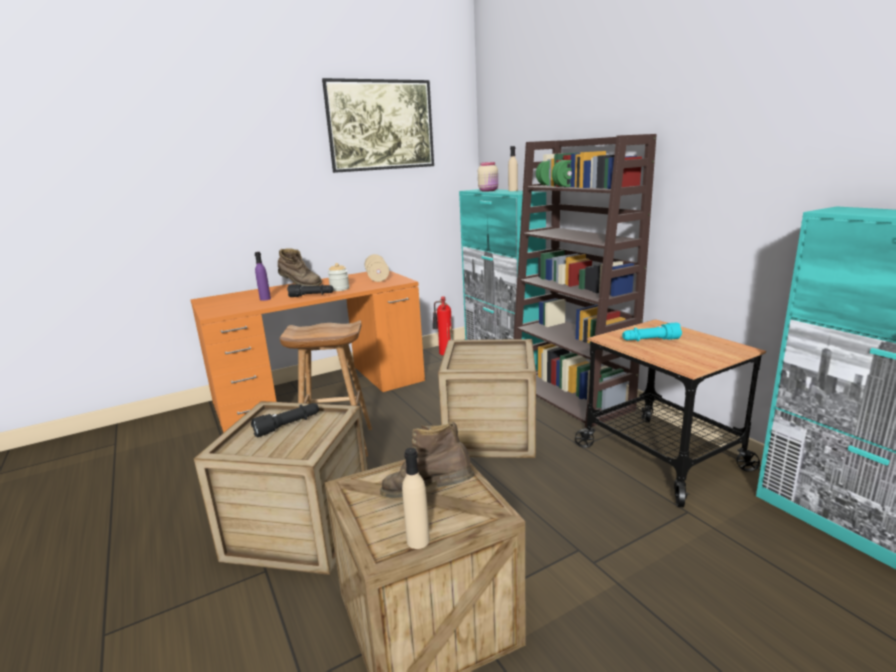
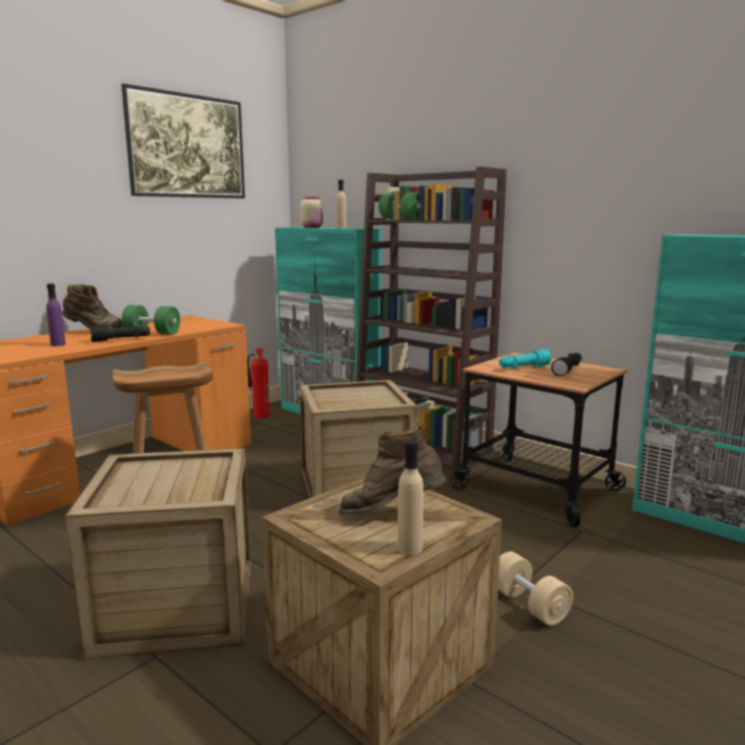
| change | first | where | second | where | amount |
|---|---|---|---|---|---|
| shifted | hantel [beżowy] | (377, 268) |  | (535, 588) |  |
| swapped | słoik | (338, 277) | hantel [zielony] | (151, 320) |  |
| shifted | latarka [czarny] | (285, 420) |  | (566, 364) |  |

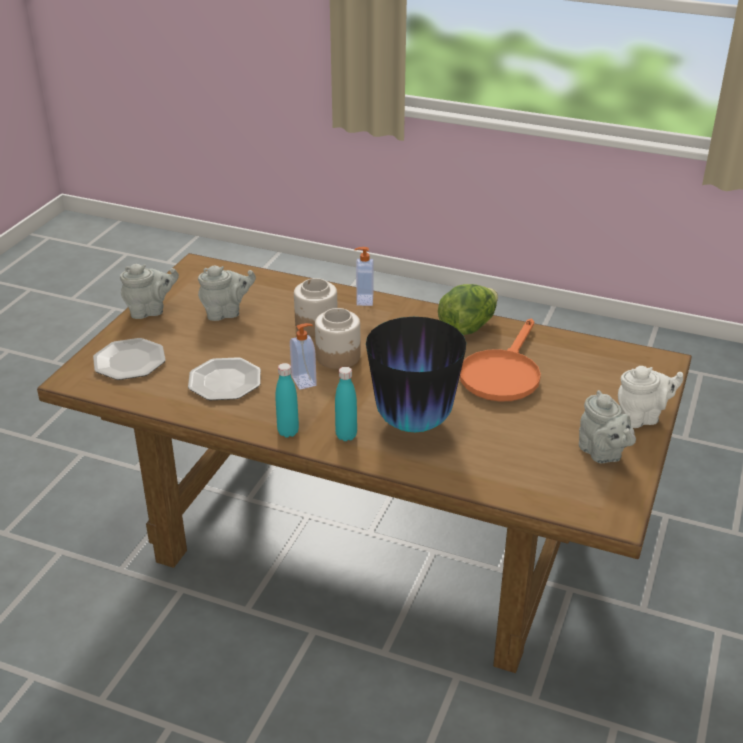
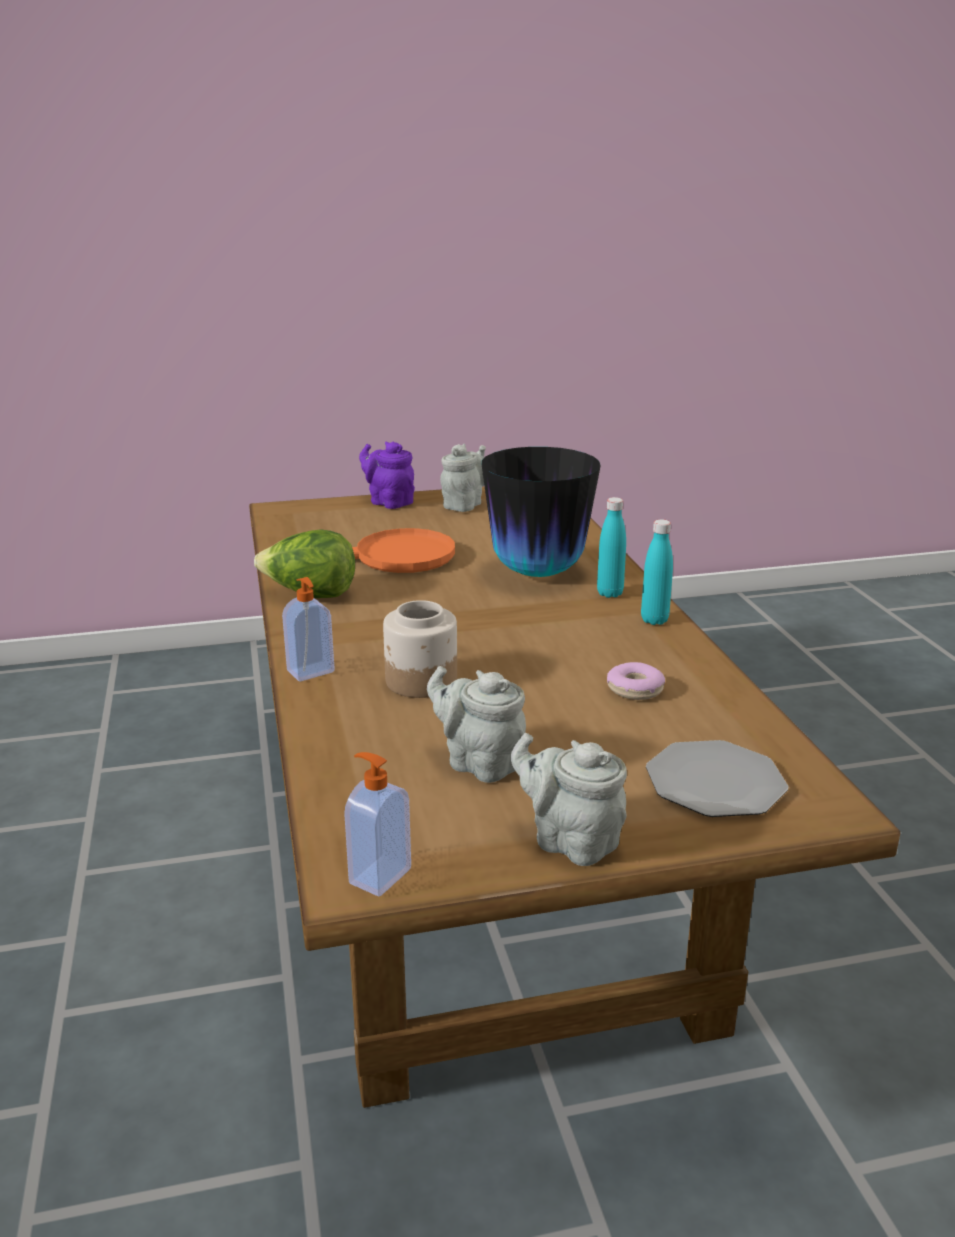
| change | first | where | second | where | amount |
|---|---|---|---|---|---|
| gone | słoik | (338, 338) |  |  |  |
| shifted | dozownik mydła | (303, 356) |  | (377, 824) |  |
| swapped | talerz | (224, 378) | donut | (636, 681) |  |
| repainted | imbryk [biały] | (650, 397) | imbryk [fioletowy] | (387, 475) |  |

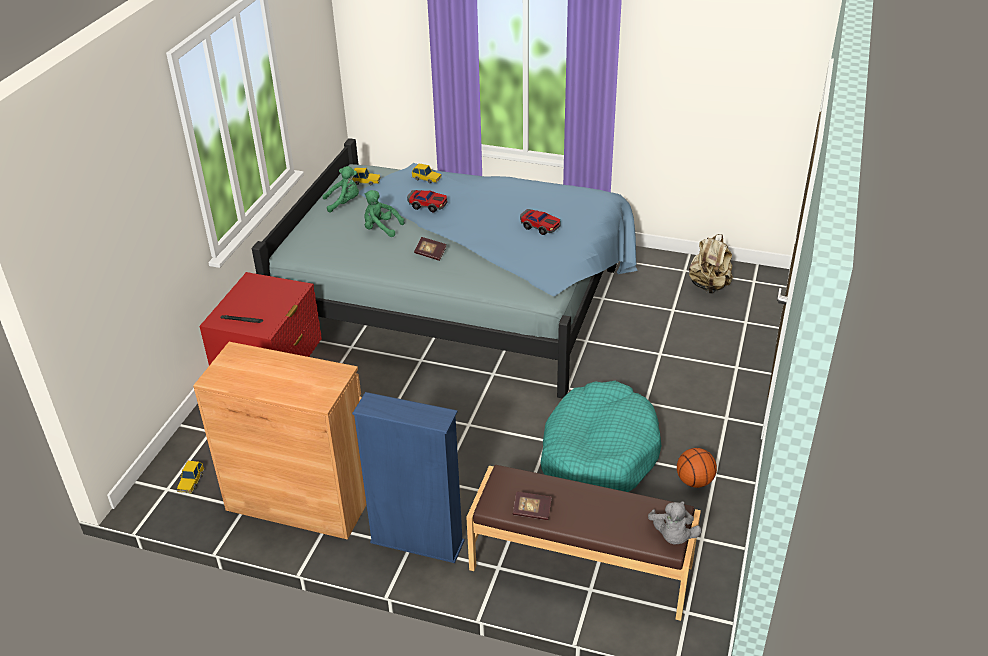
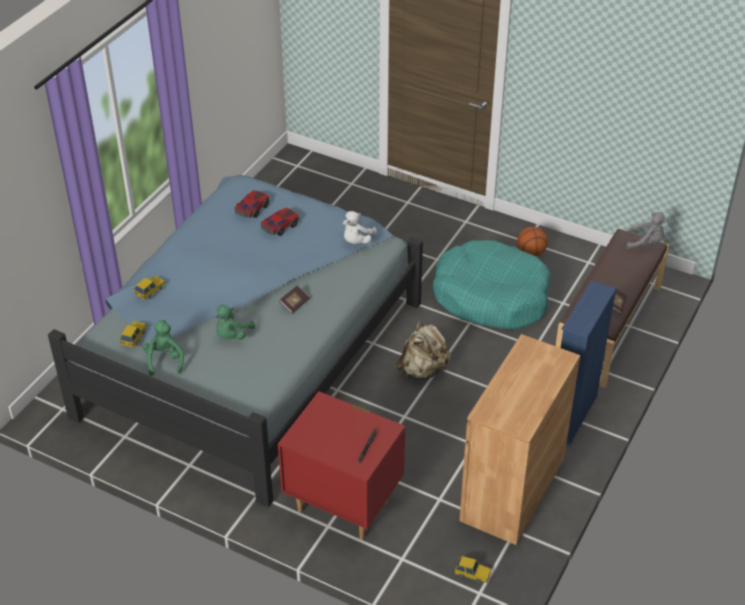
| change | first | where | second | where | amount |
|---|---|---|---|---|---|
| shifted | samochodzik | (427, 201) |  | (252, 204) |  |
| shifted | plecak [beżowy] | (711, 264) |  | (423, 350) |  |
| new |  |  | pluszak [biały] | (360, 227) |  |

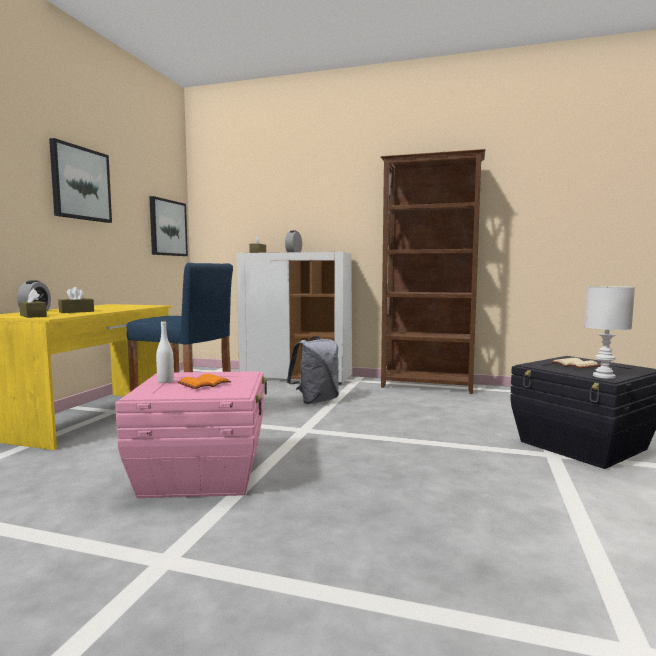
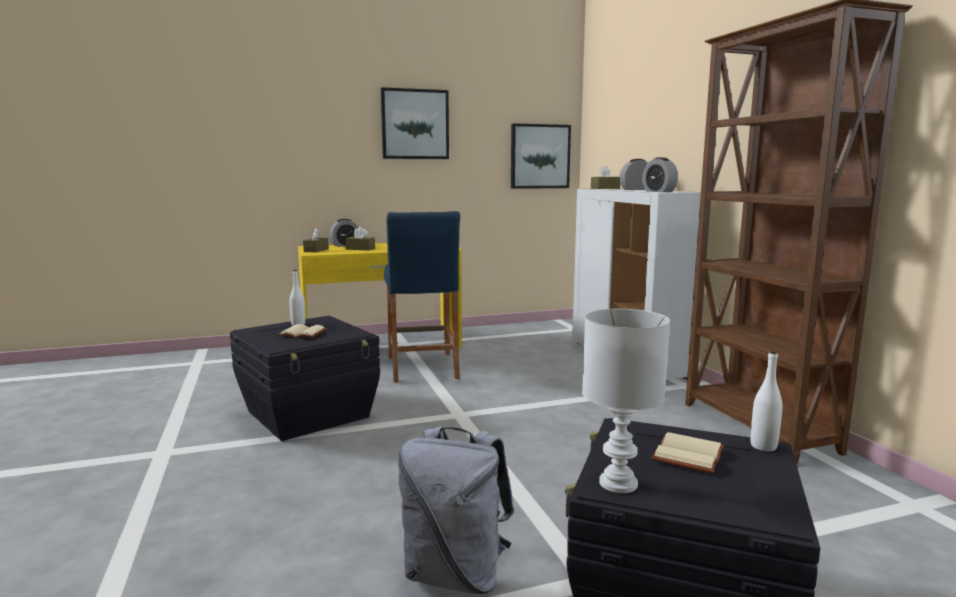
| change | first | where | second | where | amount |
|---|---|---|---|---|---|
| shifted | plecak [szary] | (313, 370) |  | (456, 510) |  |
| repainted | pojemnik do przechowywania [różowy] | (191, 434) | pojemnik do przechowywania [czarny] | (305, 378) |  |
| repainted | książka [pomarańczowy] | (204, 381) | książka [beżowy] | (302, 331) |  |
| new |  |  | budzik | (660, 174) |  |
| new |  |  | butelka [biały] | (766, 401) |  |

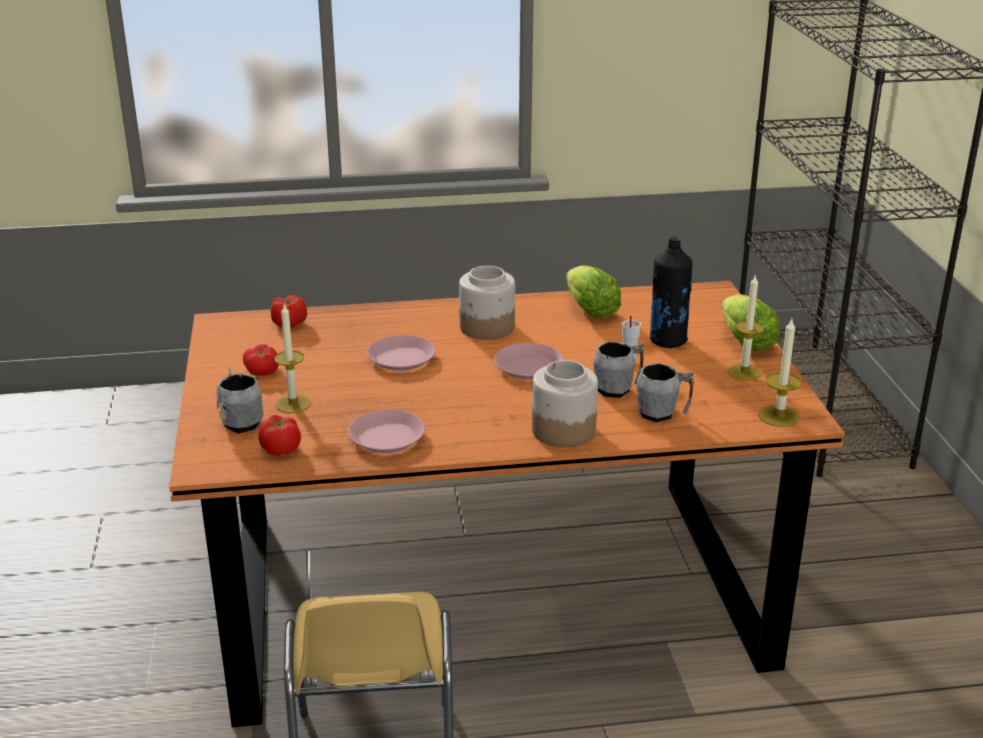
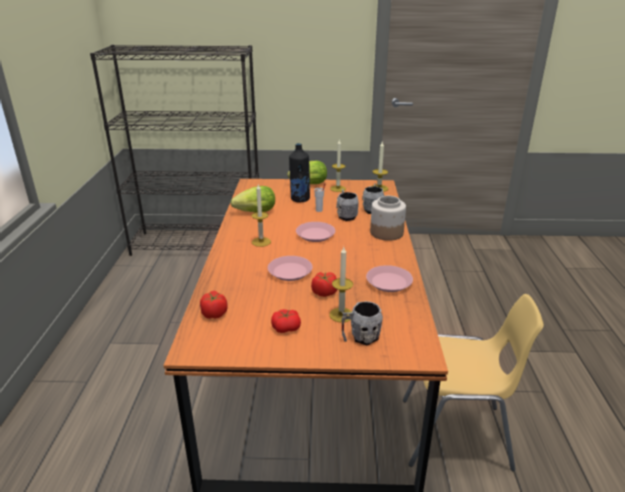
| change | first | where | second | where | amount |
|---|---|---|---|---|---|
| swapped | słoik | (487, 303) | świeca | (261, 215) |  |
| shifted | pomidor | (280, 435) |  | (324, 284) |  |

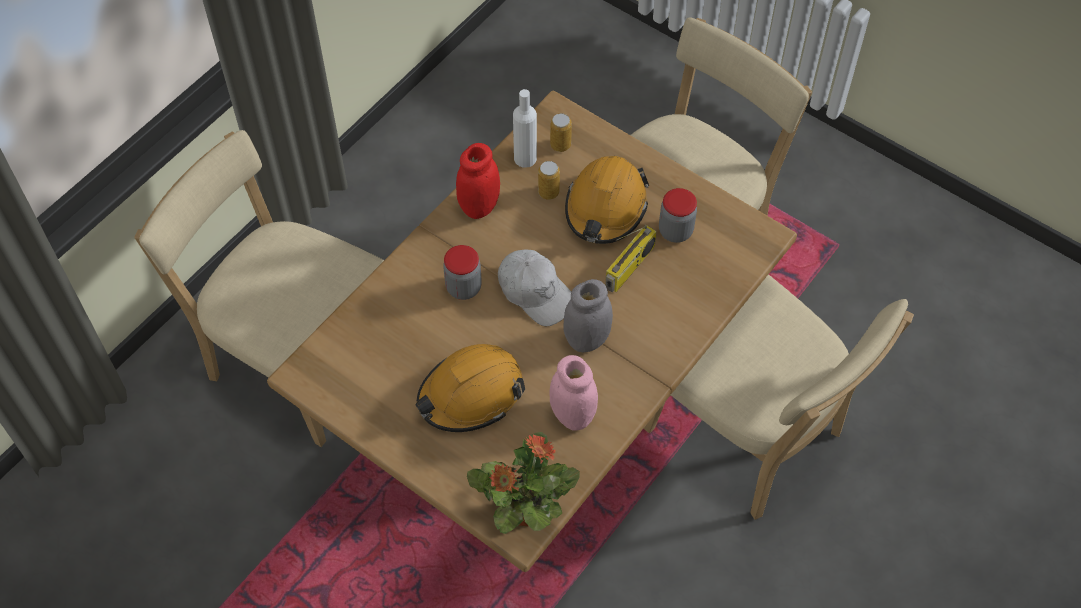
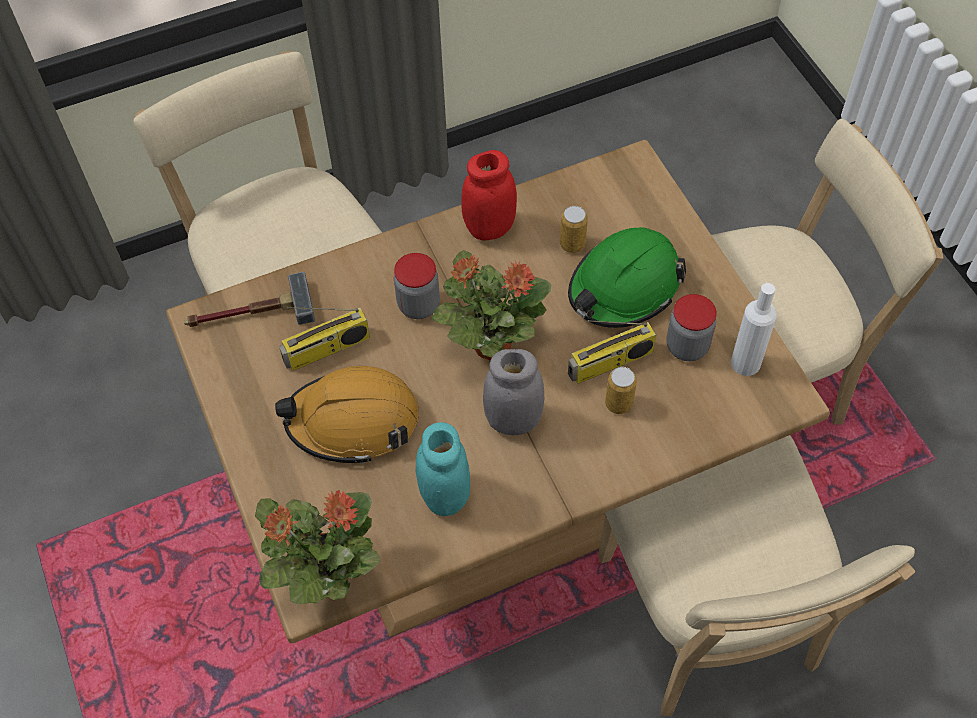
| change | first | where | second | where | amount |
|---|---|---|---|---|---|
| shifted | butelka [biały] | (525, 128) |  | (754, 329) |  |
| shifted | puszka | (561, 132) |  | (621, 390) |  |
| repainted | kask [pomarańczowy] | (607, 200) | kask [zielony] | (627, 277) |  |
| swapped | czapka z daszkiem [biały] | (534, 288) | roślina doniczkowa | (491, 305) |  |
| repainted | słoik [różowy] | (574, 392) | słoik [turkusowy] | (443, 469) |  |
| new |  |  | młotek | (249, 299) |  |
| new |  |  | radio | (324, 339) |  |

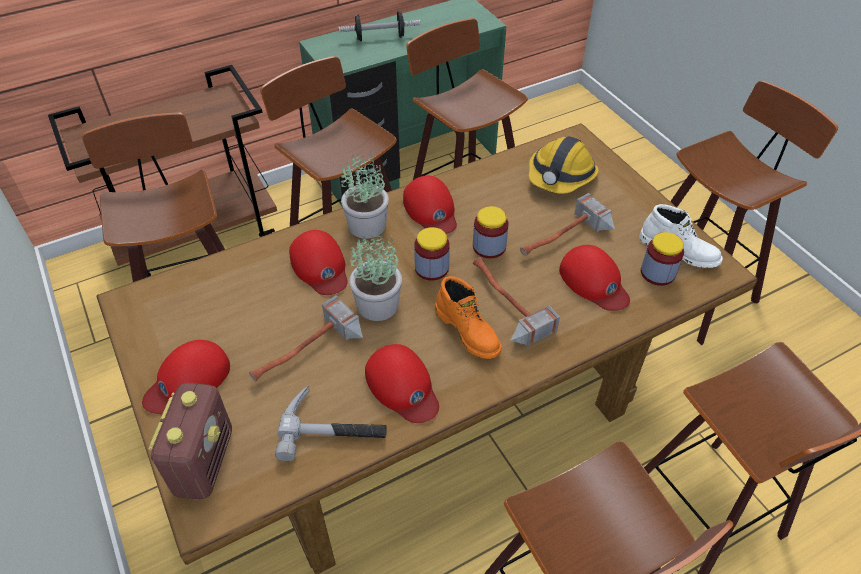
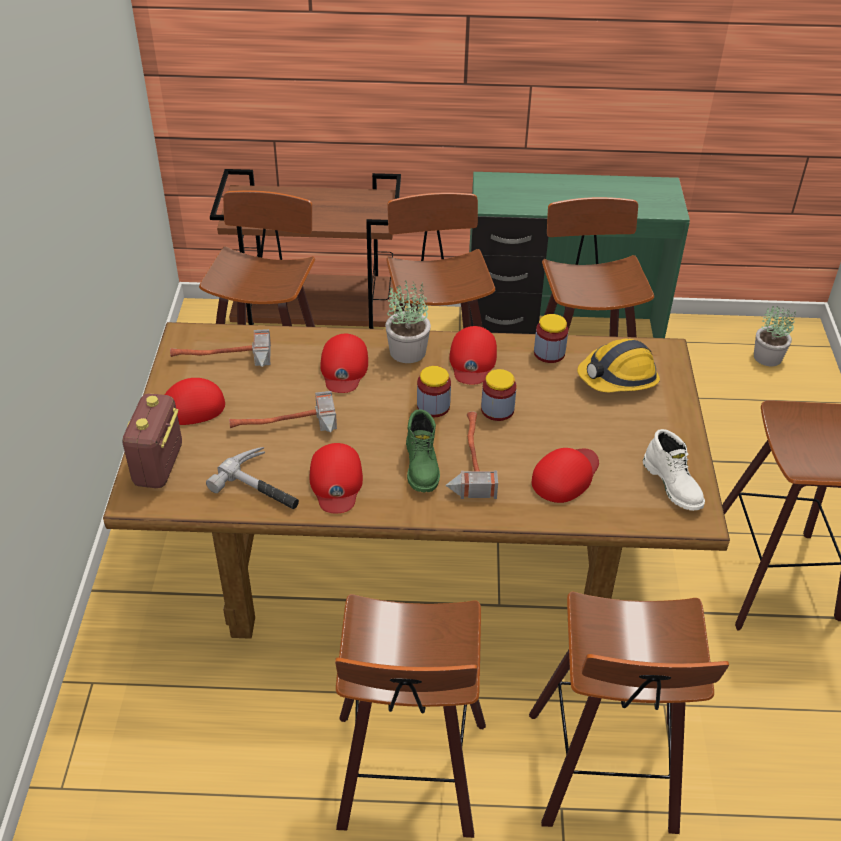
| change | first | where | second | where | amount |
|---|---|---|---|---|---|
| gone | hantel | (379, 26) |  |  |  |
| shifted | młotek | (567, 224) |  | (220, 348) |  |
| shifted | słoik | (662, 259) |  | (551, 338) |  |
| shifted | roślina doniczkowa | (375, 277) |  | (775, 336) |  |
| rotated | czapka z daszkiem [czerwony] | (594, 278) |  | (565, 475) | 135 degrees counterclockwise |
| repainted | but z cholewką [pomarańczowy] | (468, 317) | but z cholewką [zielony] | (423, 450) |  |
| rotated | radio | (190, 441) |  | (152, 440) | 150 degrees clockwise |

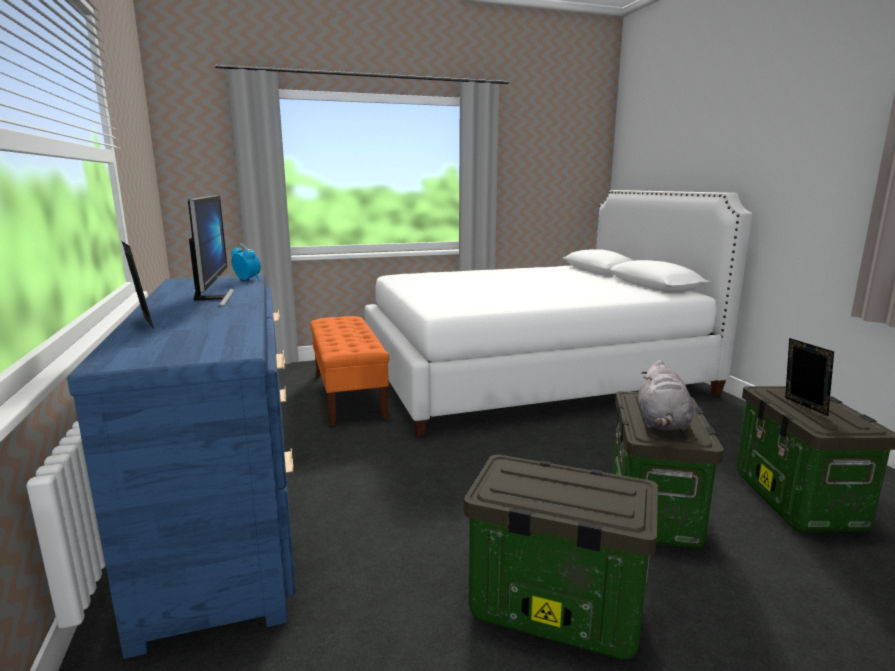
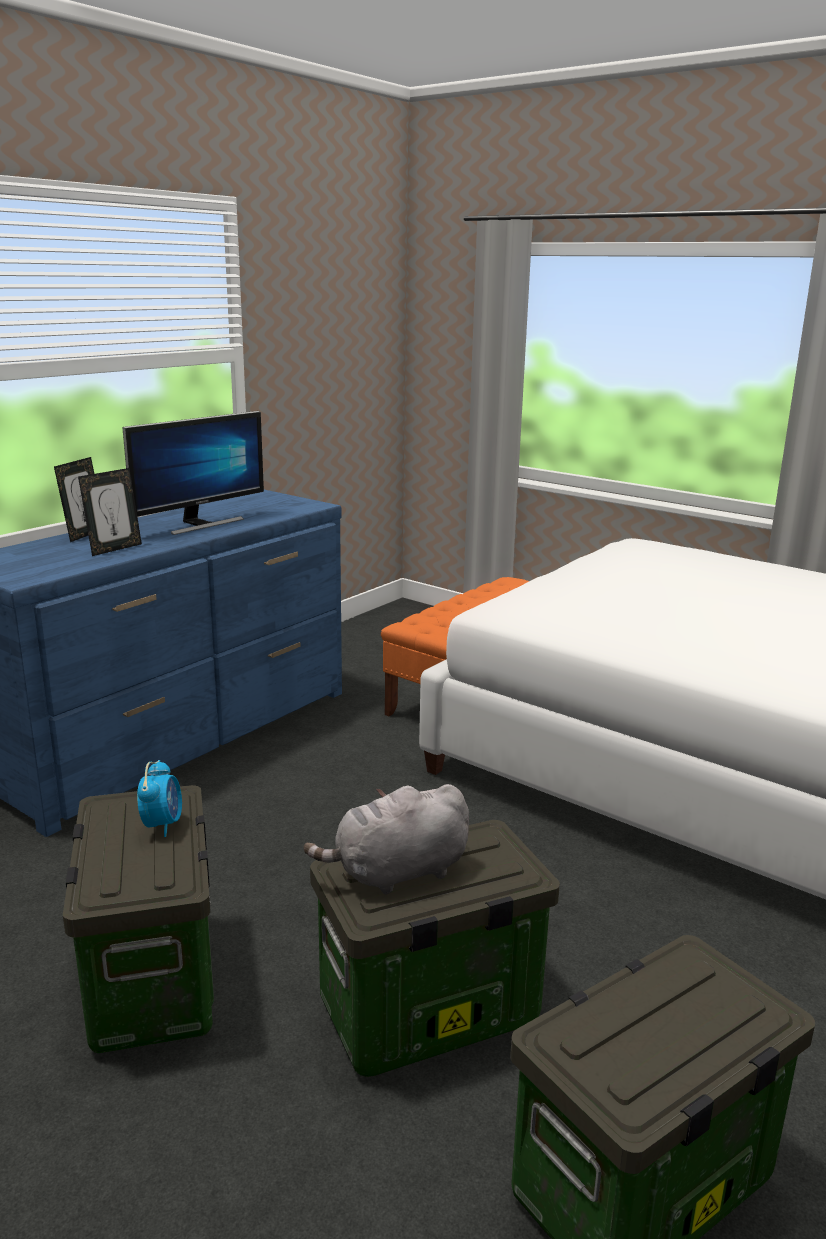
| change | first | where | second | where | amount |
|---|---|---|---|---|---|
| shifted | budzik | (246, 261) |  | (159, 798) |  |
| shifted | ramka na zdjęcie | (809, 377) |  | (110, 512) |  |

